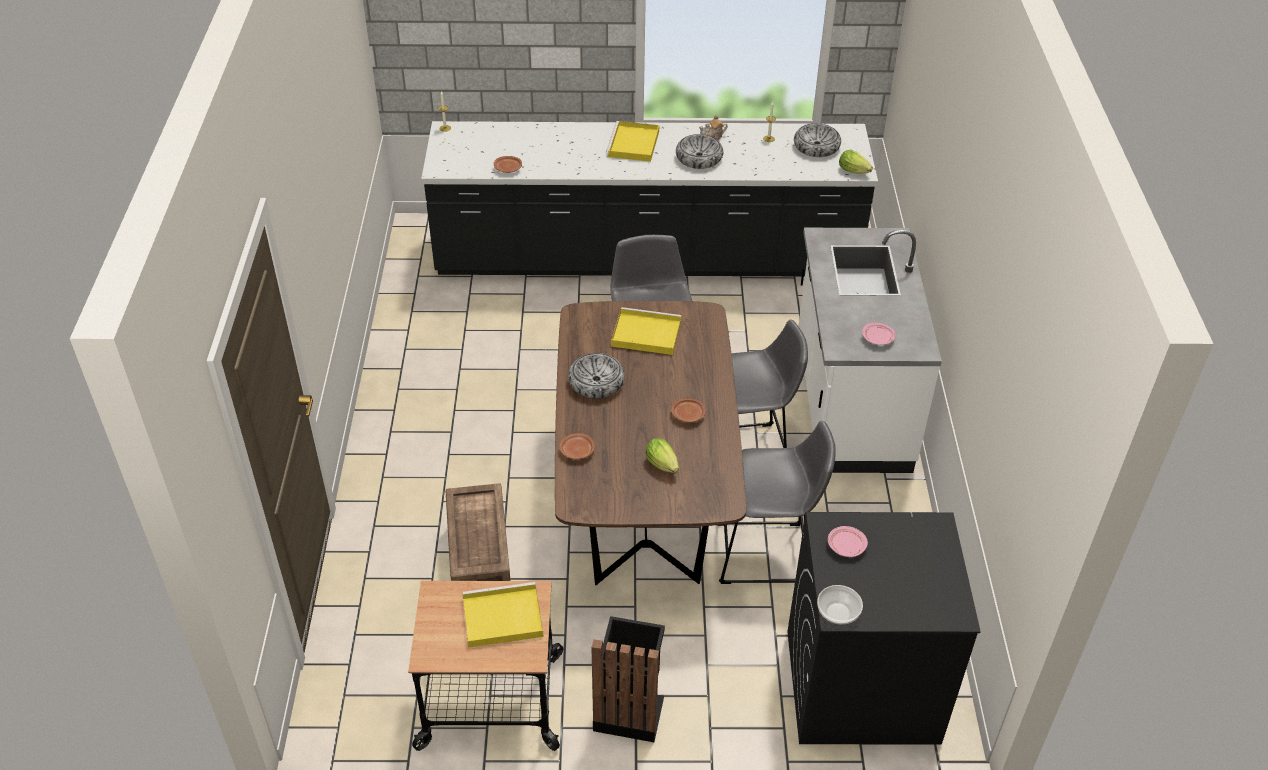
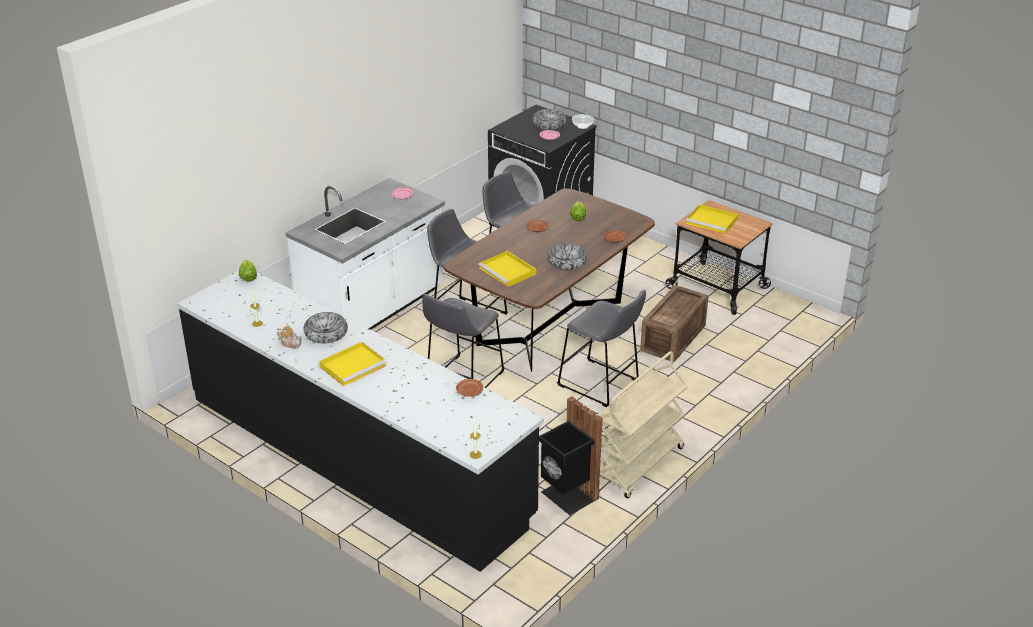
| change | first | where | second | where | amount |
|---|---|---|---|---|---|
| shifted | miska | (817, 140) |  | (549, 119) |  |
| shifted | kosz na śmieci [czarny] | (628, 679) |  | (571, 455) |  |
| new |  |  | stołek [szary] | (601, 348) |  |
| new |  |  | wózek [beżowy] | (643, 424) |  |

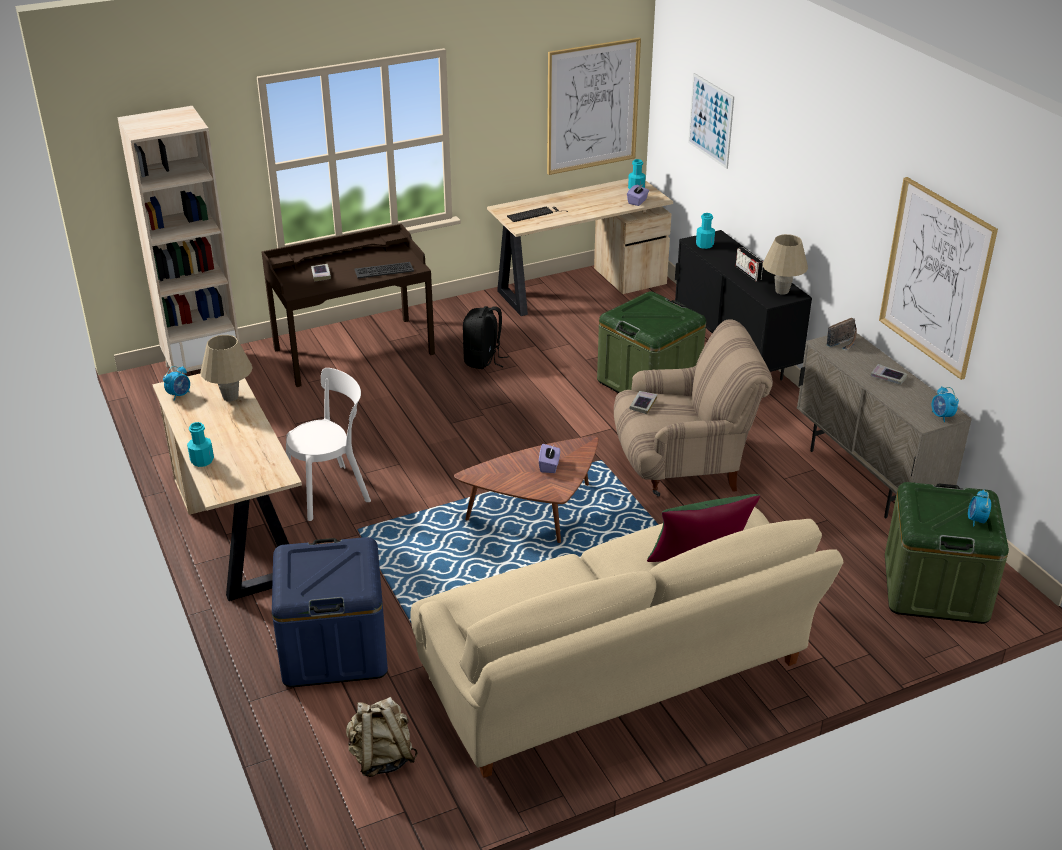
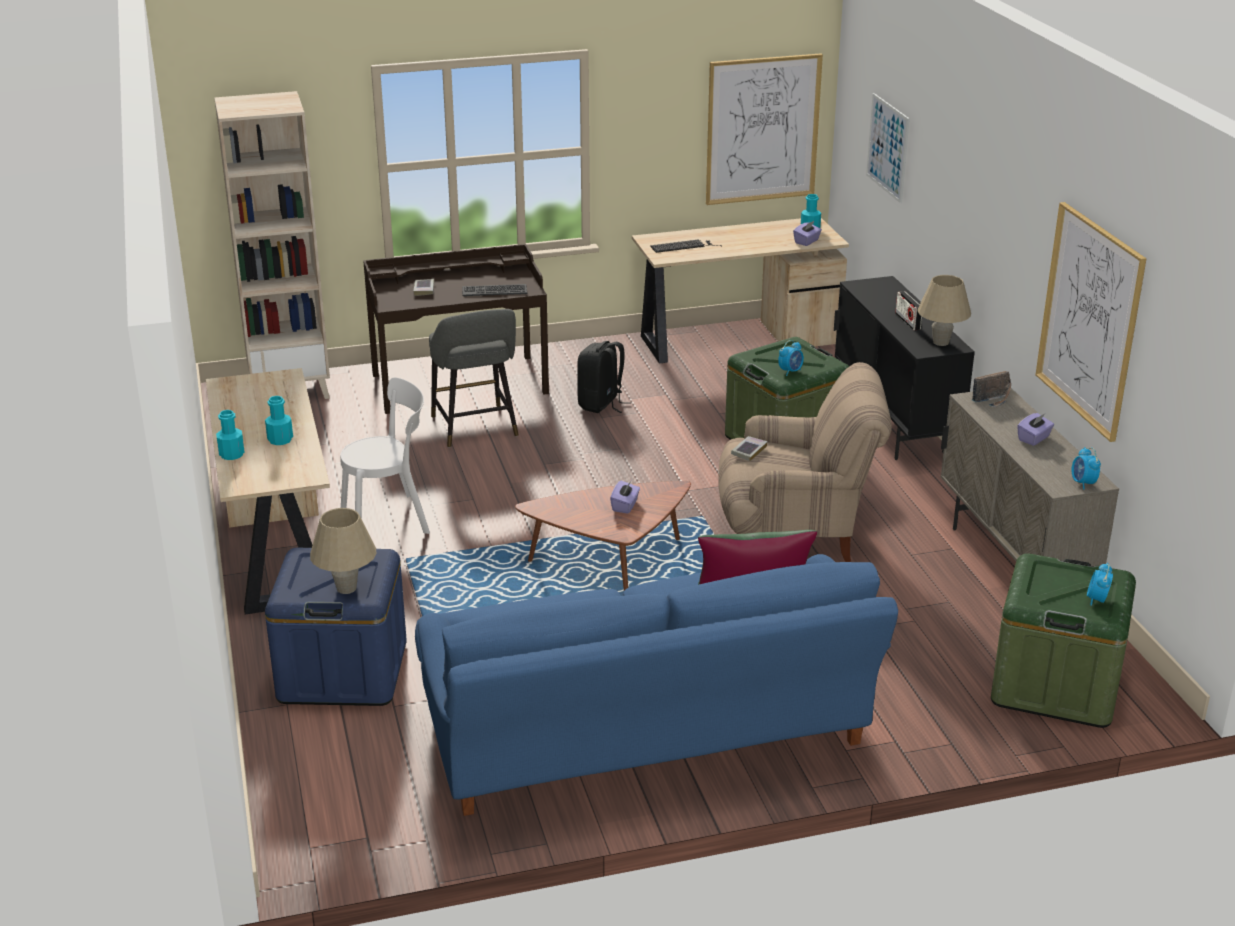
| change | first | where | second | where | amount |
|---|---|---|---|---|---|
| shifted | butelka [turkusowy] | (705, 231) |  | (279, 420) |  |
| shifted | lampa stołowa [beżowy] | (226, 368) |  | (343, 551) |  |
| swapped | książka | (889, 374) | pudełko chusteczek [fioletowy] | (1035, 429) |  |
| shifted | budzik | (176, 383) |  | (791, 358) |  |
| repainted | kanapa [beżowy] | (626, 642) | kanapa [niebieski] | (656, 685) |  |
| gone | plecak [beżowy] | (382, 737) |  |  |  |
| new |  |  | stołek [szary] | (474, 378) |  |

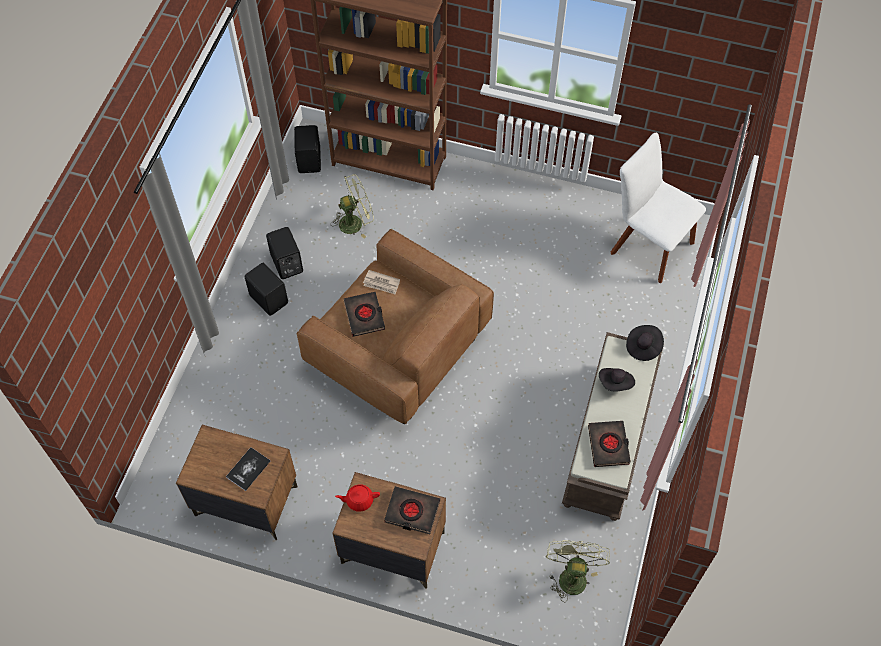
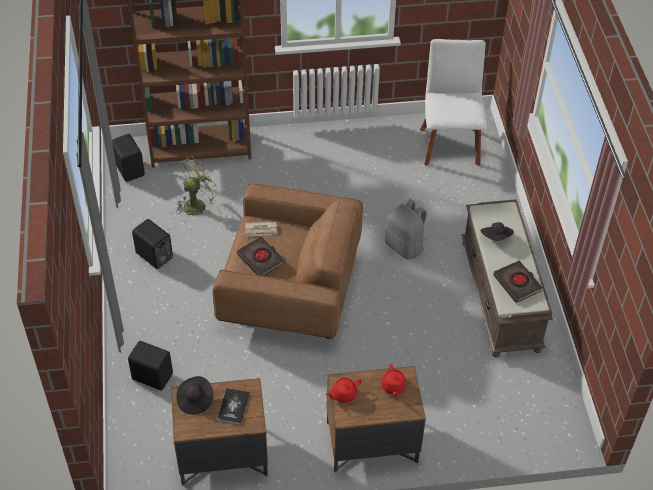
| change | first | where | second | where | amount |
|---|---|---|---|---|---|
| rotated | krzesło [biały] | (658, 208) |  | (453, 102) | 75 degrees clockwise |
| shifted | głośnik [czarny] | (266, 289) |  | (150, 366) |  |
| shifted | kapelusz [czarny] | (645, 343) |  | (194, 395) |  |
| swapped | książka [czarny] | (412, 510) | imbryk [czerwony] | (393, 380) |  |
| gone | wentylator [zielony] | (578, 571) |  |  |  |
| new |  |  | plecak [szary] | (406, 229) |  |

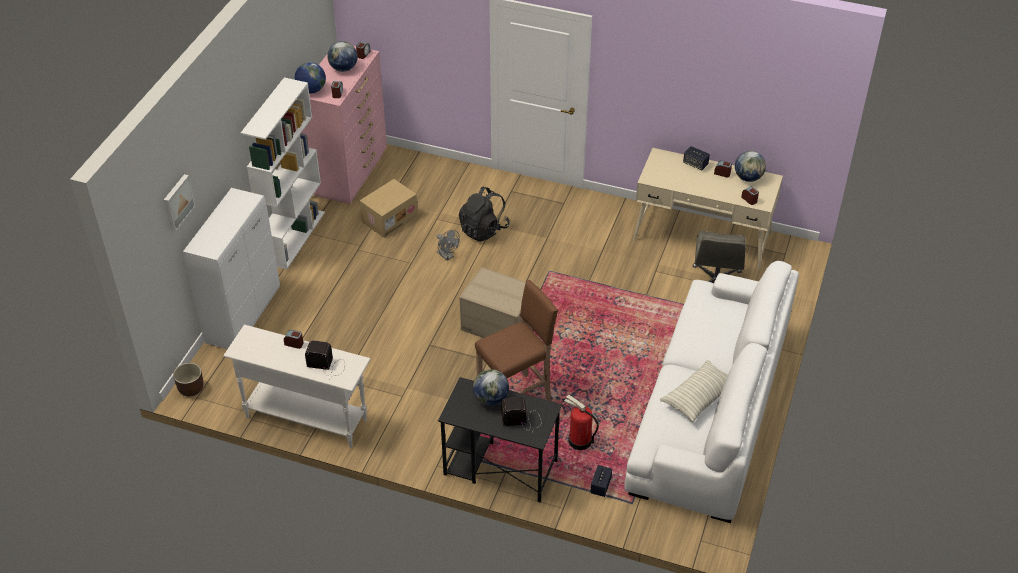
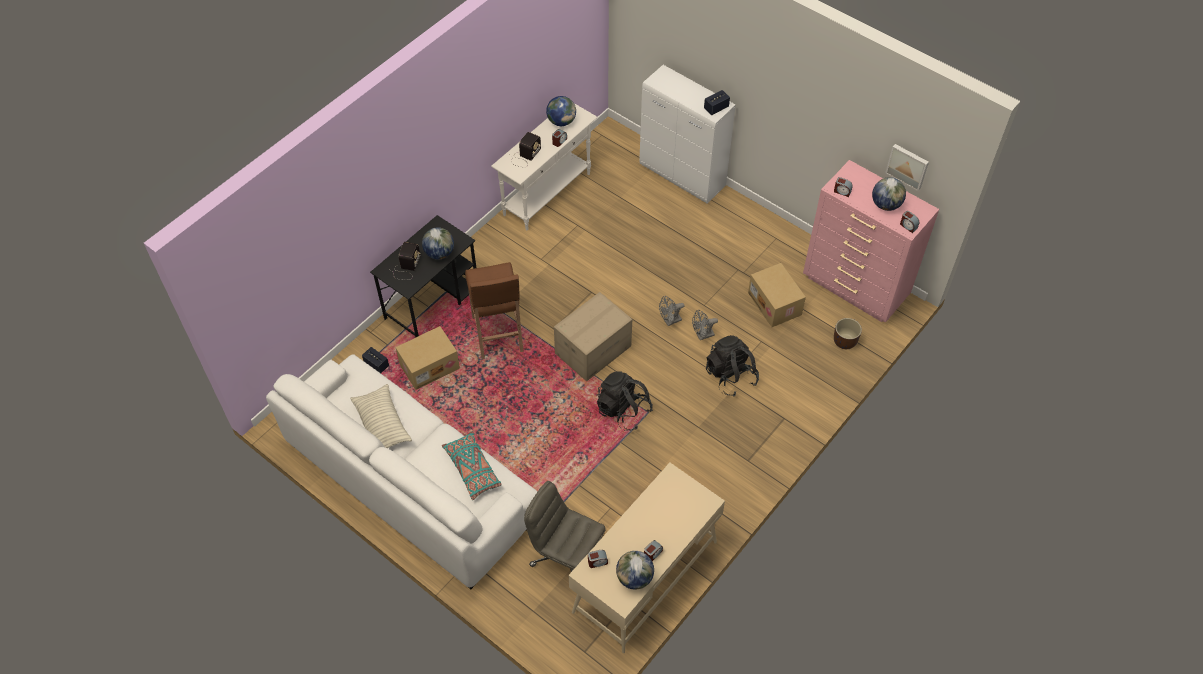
| change | first | where | second | where | amount |
|---|---|---|---|---|---|
| shifted | globus | (310, 78) |  | (561, 111) |  |
| gone | regał [biały] | (283, 173) |  |  |  |
| shifted | głośnik | (696, 158) |  | (717, 102) |  |
| shifted | obraz | (180, 203) |  | (907, 167) |  |
| shifted | donica [brązowy] | (188, 380) |  | (848, 333) |  |
| swapped | gaśnica | (581, 422) | karton | (428, 358) |  |
| new |  |  | wentylator [szary] | (672, 311) |  |
| new |  |  | plecak [czarny] | (625, 401) |  |
| new |  |  | poduszka [turkusowy] | (472, 465) |  |

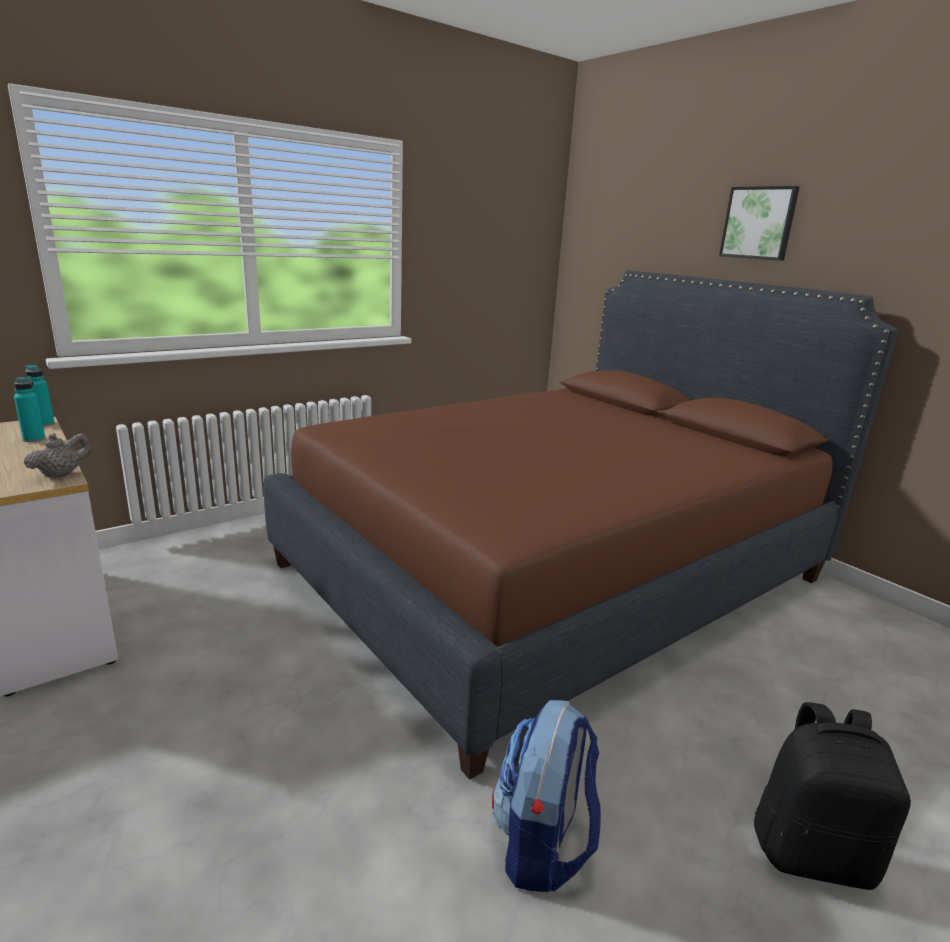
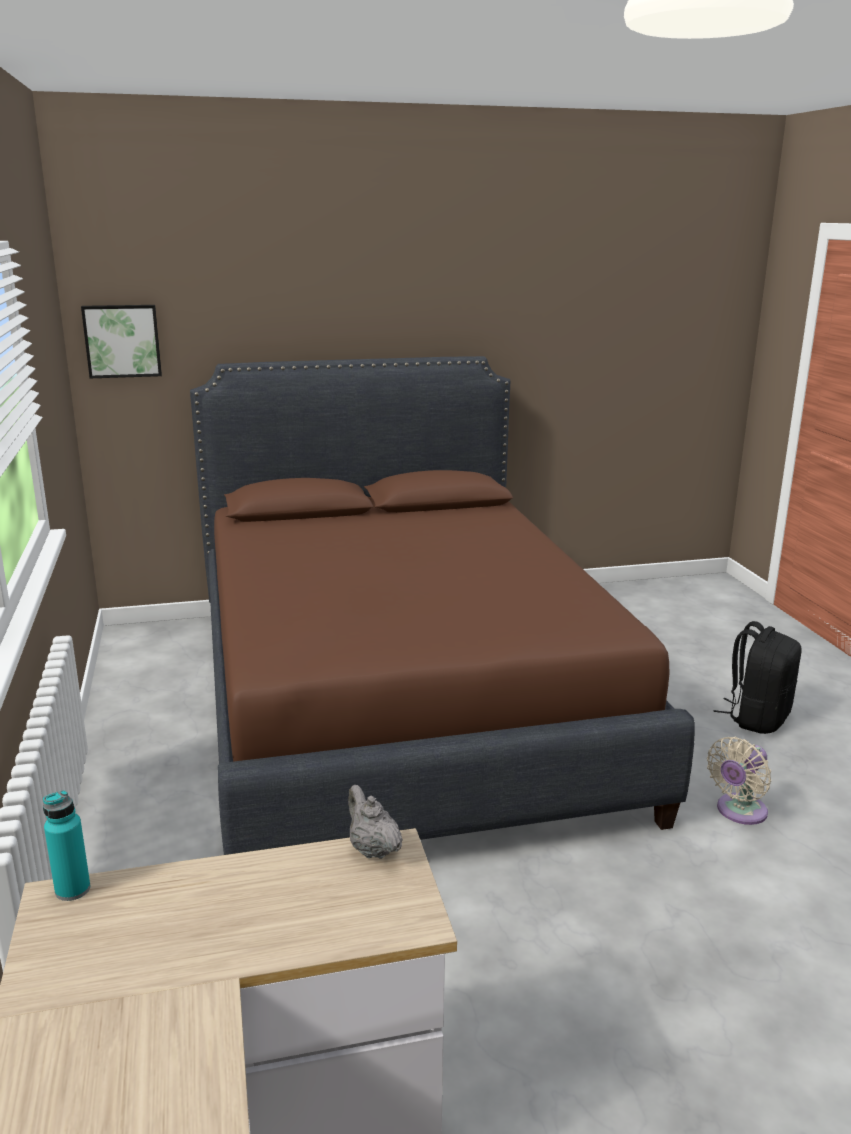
| change | first | where | second | where | amount |
|---|---|---|---|---|---|
| shifted | obraz | (759, 223) |  | (121, 341) |  |
| gone | butelka [turkusowy] | (29, 409) |  |  |  |
| swapped | plecak | (546, 796) | wentylator [beżowy] | (739, 781) |  |

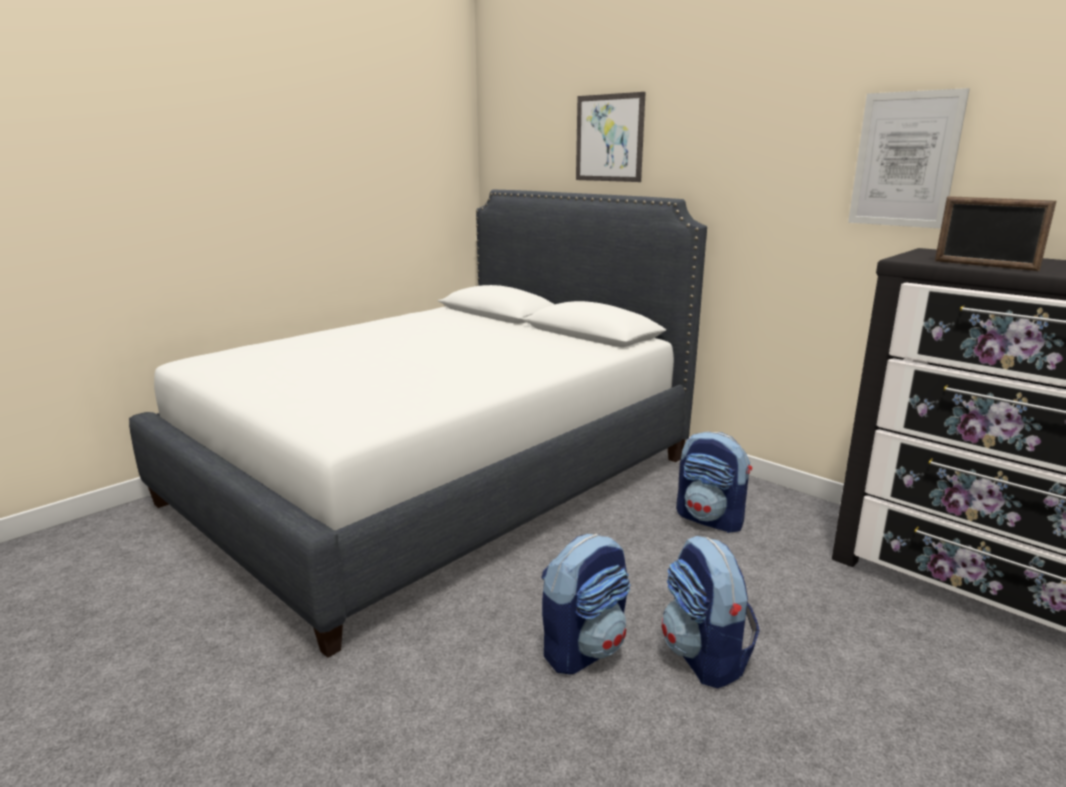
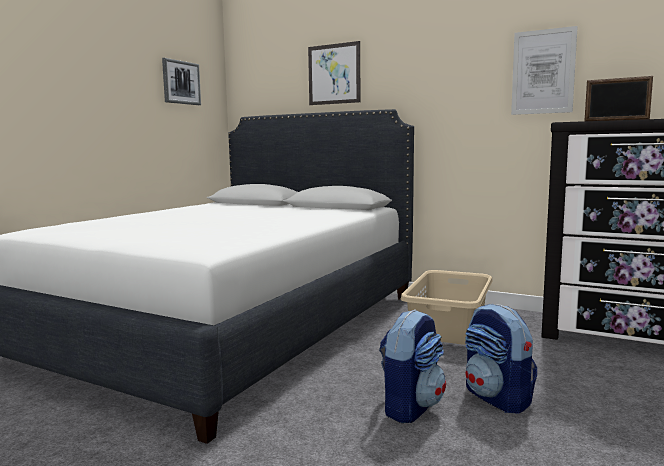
| change | first | where | second | where | amount |
|---|---|---|---|---|---|
| swapped | plecak | (714, 482) | kosz na pranie [beżowy] | (447, 307) |  |
| new |  |  | obraz | (181, 81) |  |

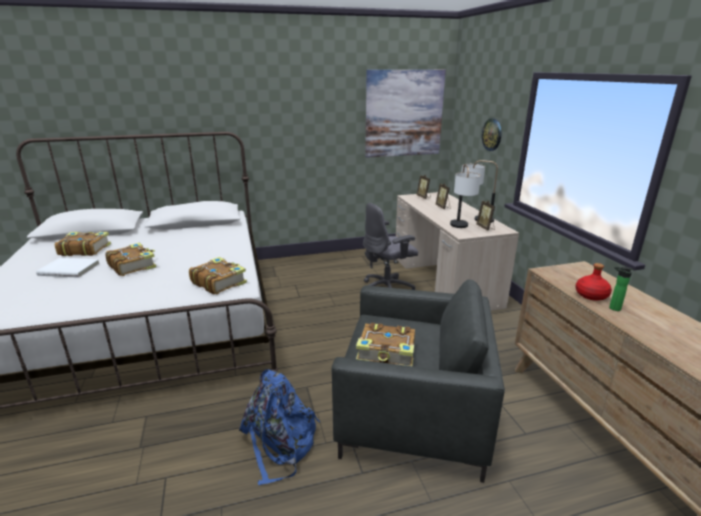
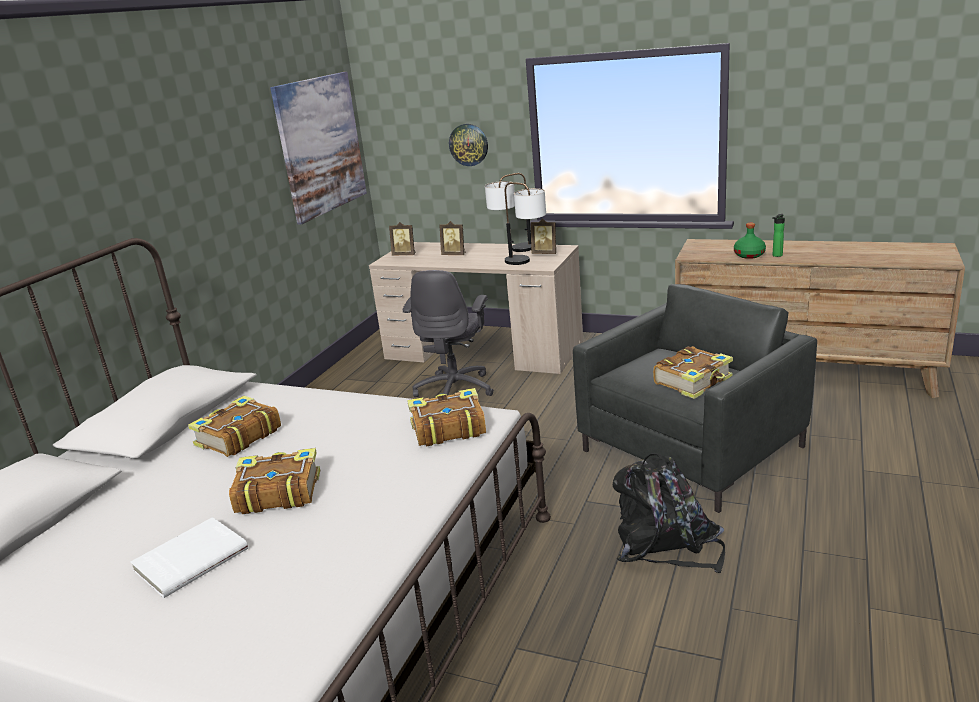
| change | first | where | second | where | amount |
|---|---|---|---|---|---|
| shifted | książka | (83, 244) |  | (234, 426) |  |
| repainted | butelka [czerwony] | (593, 282) | butelka [zielony] | (750, 241) |  |
| repainted | plecak [niebieski] | (279, 427) | plecak [czarny] | (669, 513) |  |

